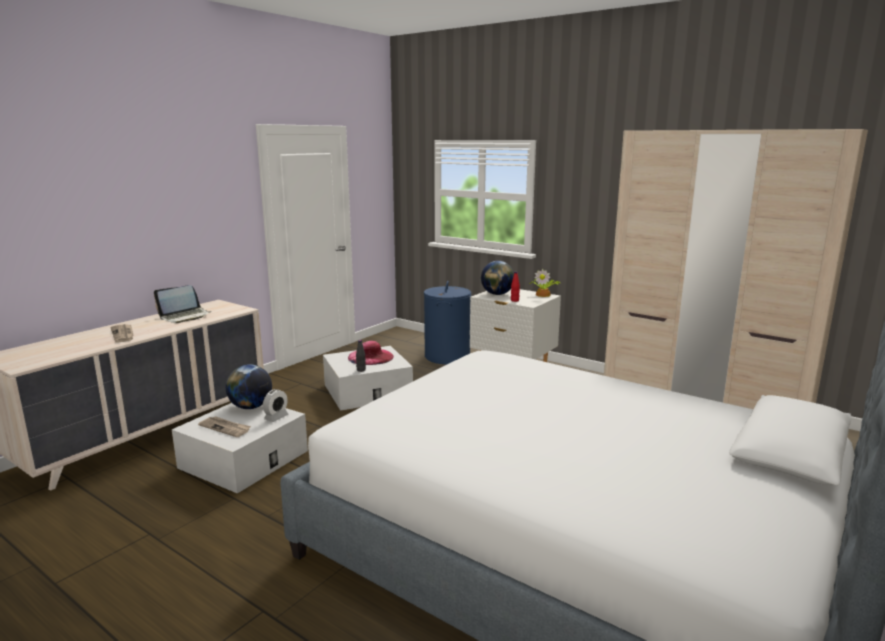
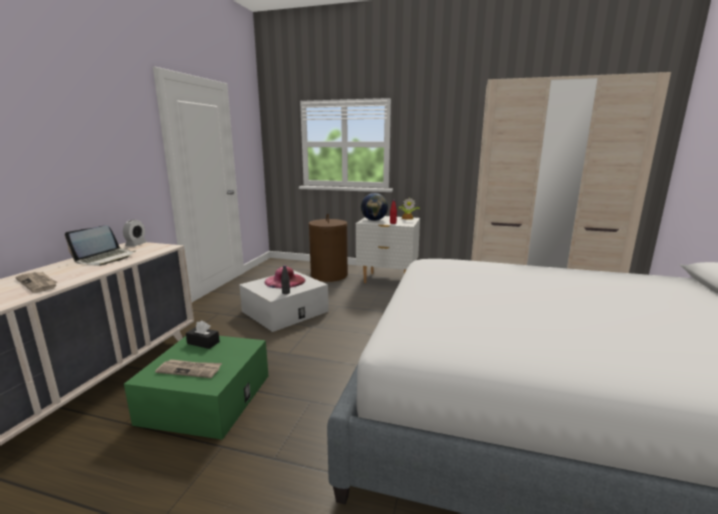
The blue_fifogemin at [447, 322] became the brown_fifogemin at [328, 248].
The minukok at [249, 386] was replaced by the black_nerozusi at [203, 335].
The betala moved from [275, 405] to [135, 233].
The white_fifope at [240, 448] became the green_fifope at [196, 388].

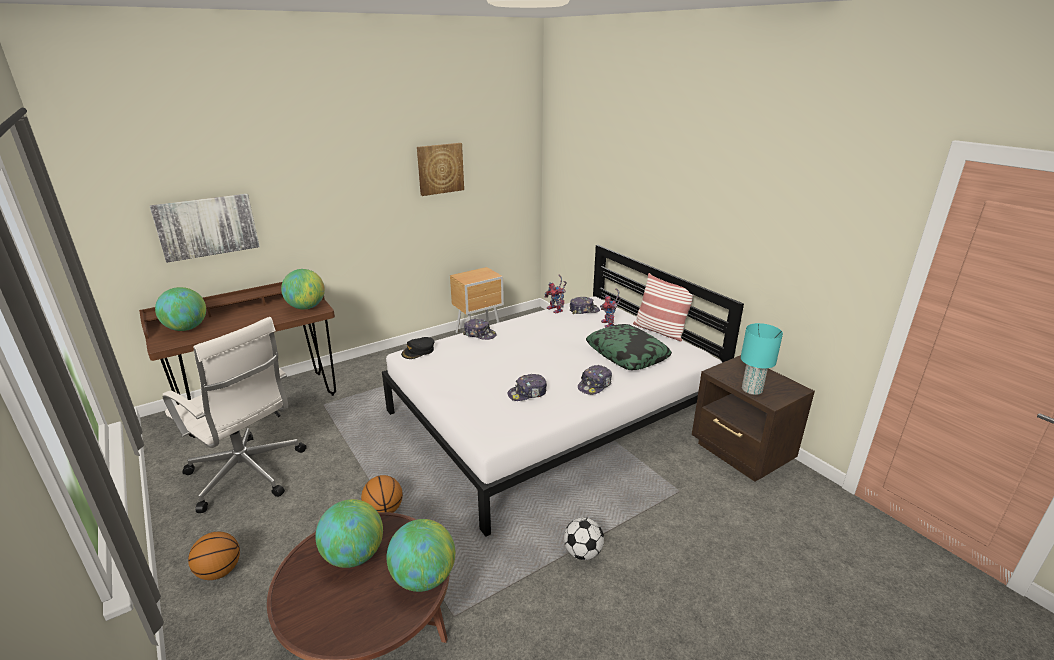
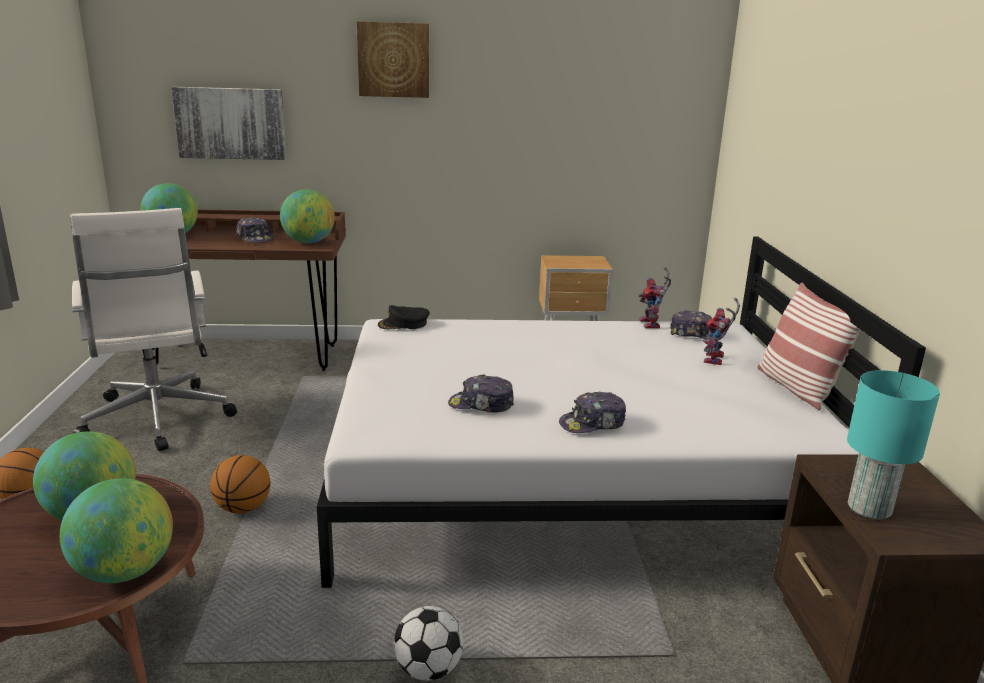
The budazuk moved from [440, 169] to [392, 59].
The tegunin moved from [480, 329] to [254, 230].
The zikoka at [629, 347] disappeared.

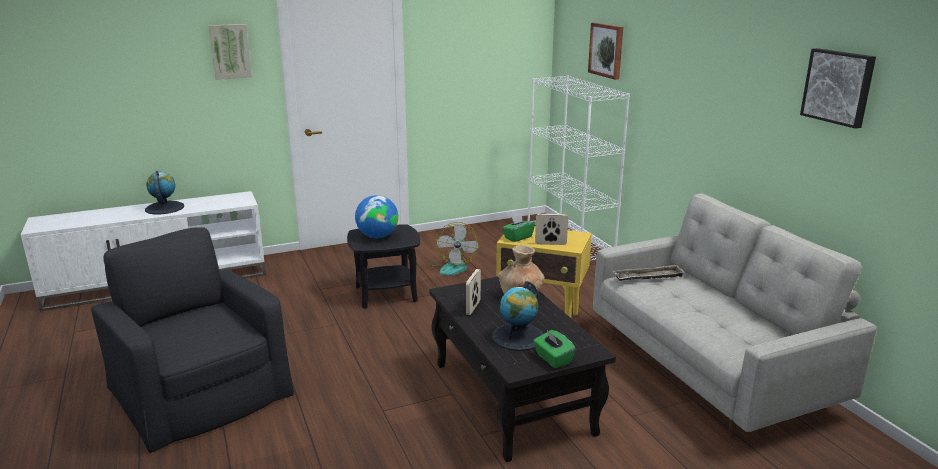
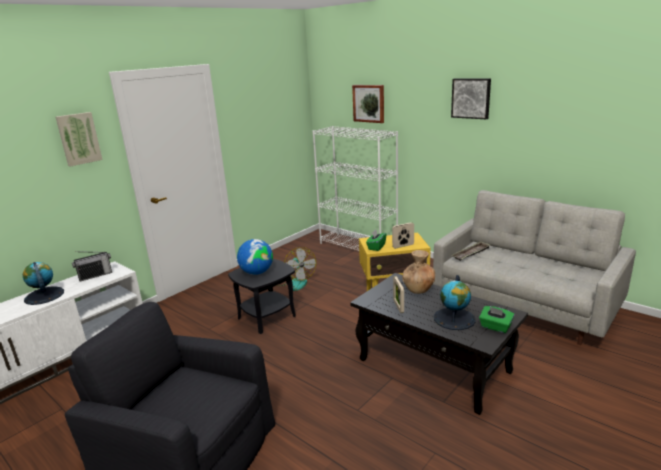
The budazuk moved from [838, 88] to [471, 98].
The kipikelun at [92, 266] appeared.

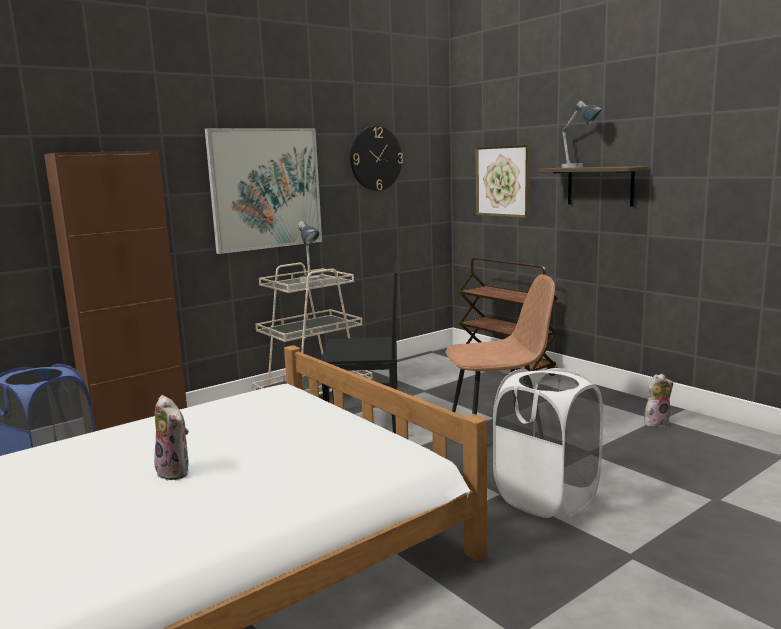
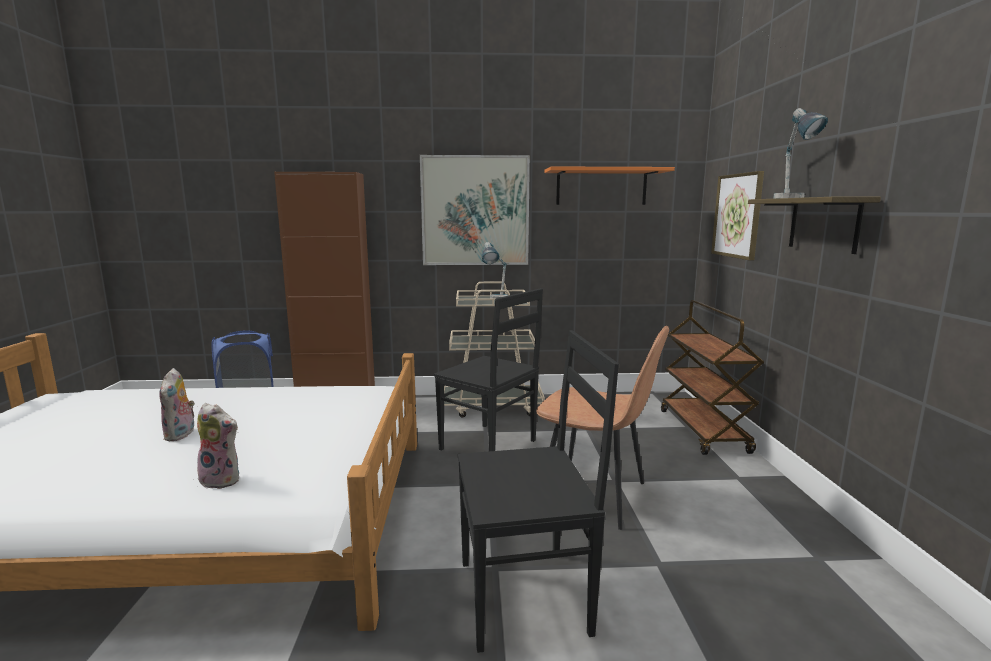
The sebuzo at [376, 158] was replaced by the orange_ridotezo at [609, 185].
The white_fifogemin at [548, 443] was replaced by the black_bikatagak at [538, 491].
The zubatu moved from [658, 400] to [216, 446].

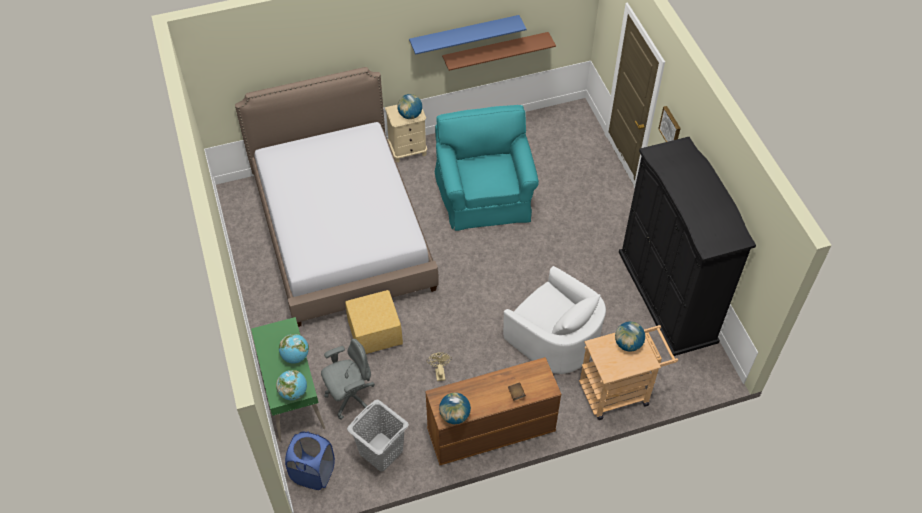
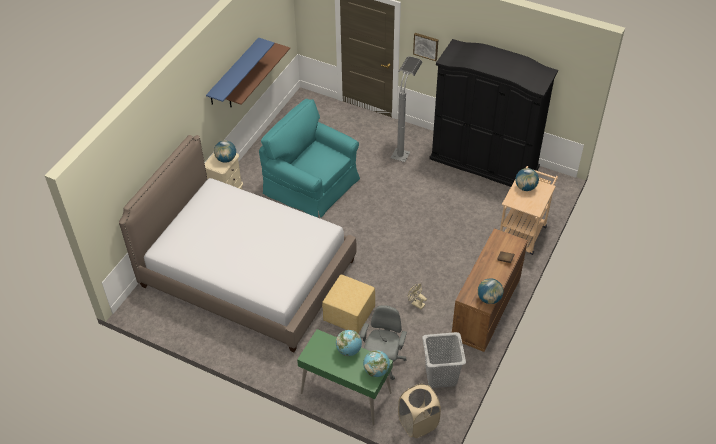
The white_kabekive at [554, 320] disappeared.
The blue_fifogemin at [310, 461] became the beige_fifogemin at [419, 411].
The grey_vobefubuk at [406, 109] appeared.

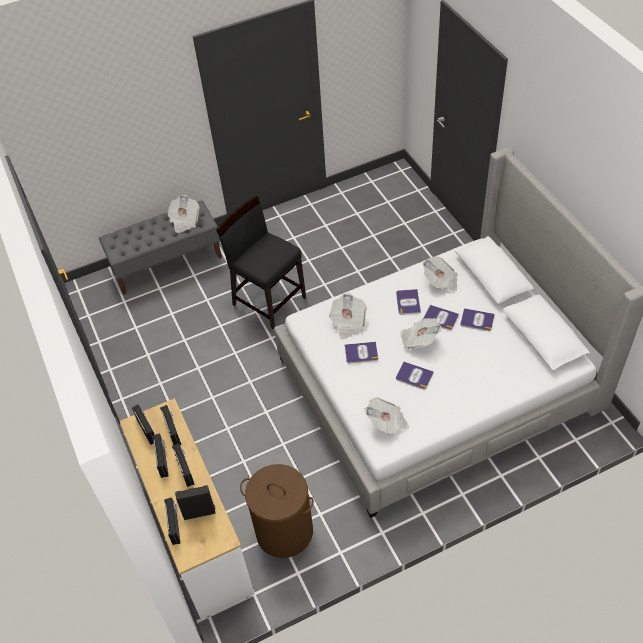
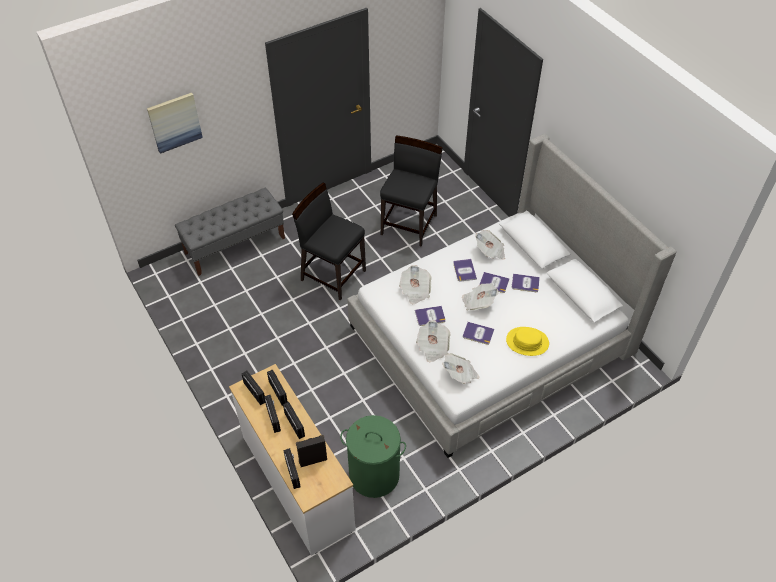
The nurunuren moved from [183, 214] to [433, 341].
The brown_fifogemin at [277, 511] became the green_fifogemin at [373, 456].
The budazuk at [175, 123] appeared.
The black_bikatagak at [411, 191] appeared.
The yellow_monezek at [527, 341] appeared.

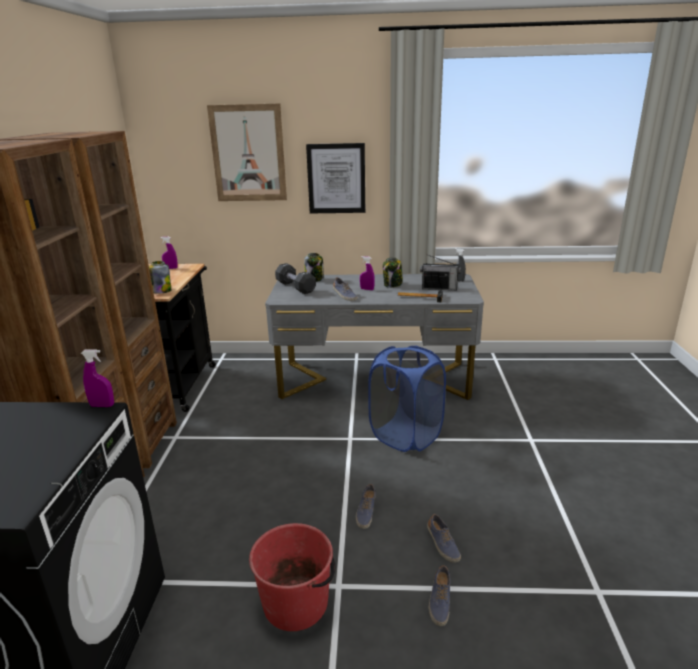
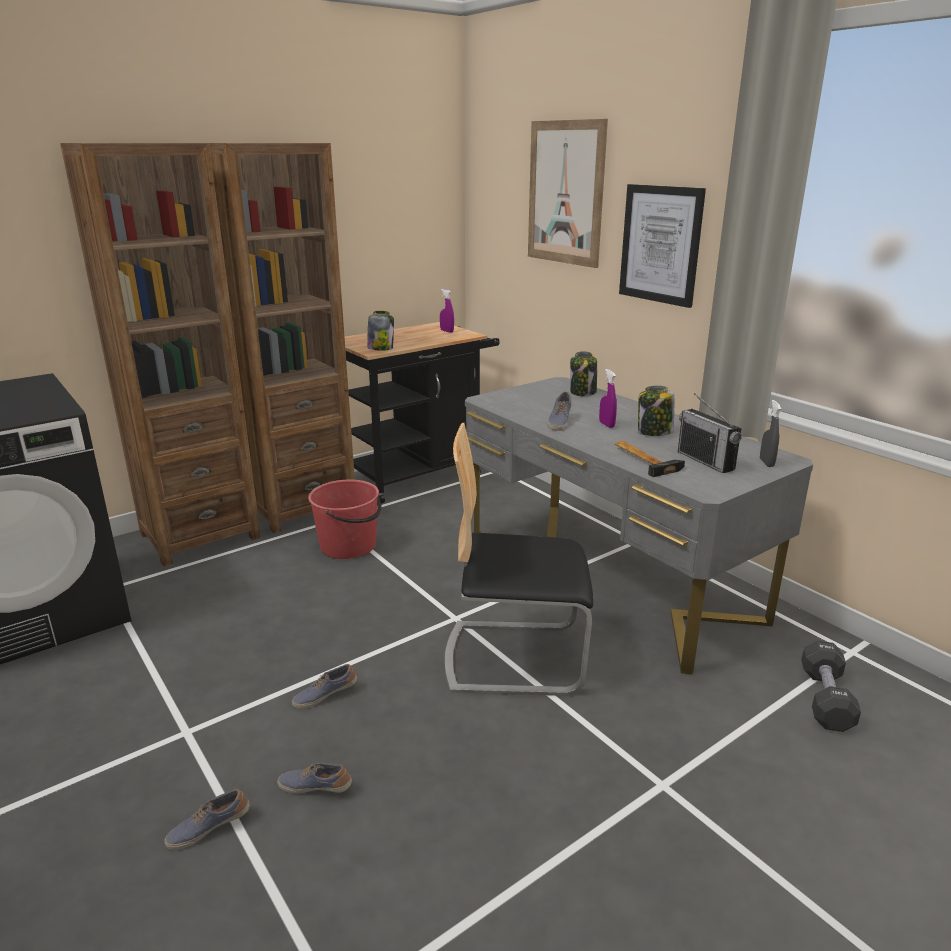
The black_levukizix moved from [295, 278] to [831, 686].
The blue_fifogemin at [407, 398] was replaced by the bikatagak at [519, 559].
The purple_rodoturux at [97, 378] disappeared.
The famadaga at [444, 538] turned 75 degrees clockwise.
The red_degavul moved from [292, 577] to [344, 519].

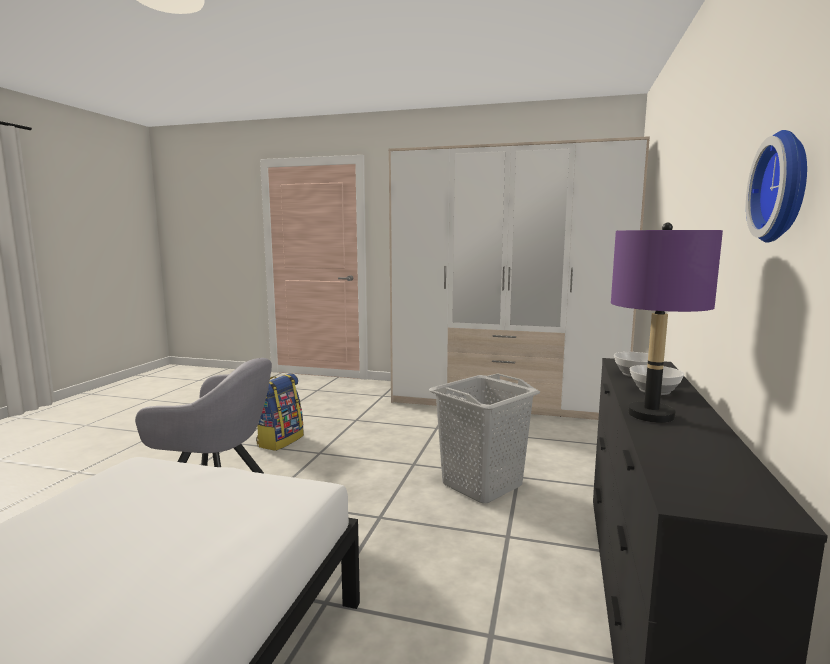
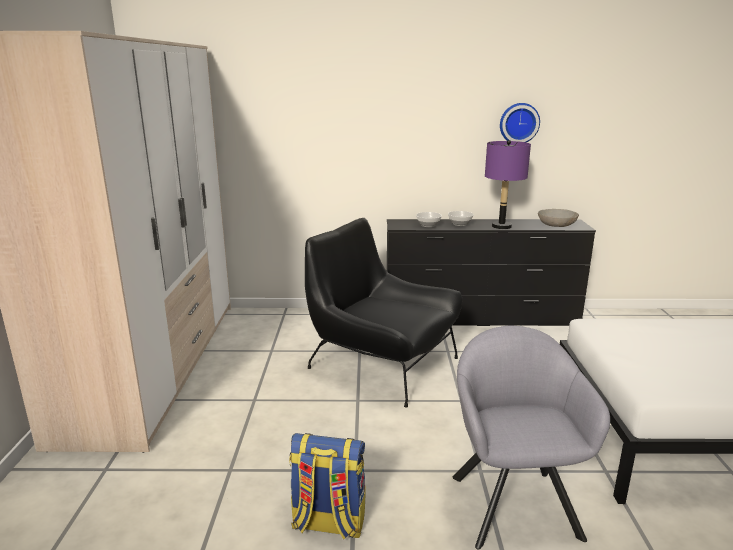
The grey_fifogemin at [484, 438] was replaced by the black_kabekive at [383, 313].
The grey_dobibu at [558, 218] appeared.

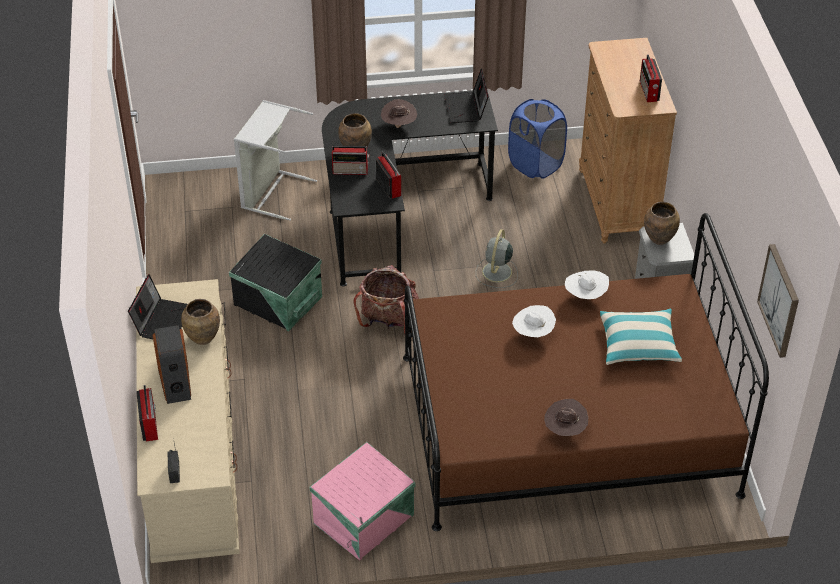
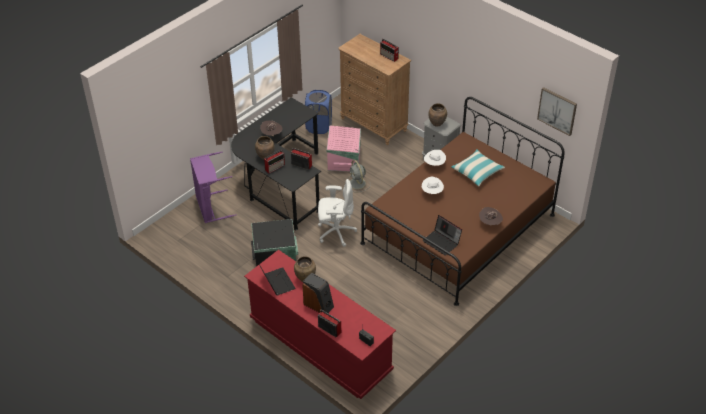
The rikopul moved from [466, 95] to [442, 235].
The grey_fifogemin at [275, 160] became the purple_fifogemin at [213, 187].
The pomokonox at [386, 299] was replaced by the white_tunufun at [337, 213].
The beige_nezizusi at [188, 421] became the red_nezizusi at [320, 324].
The pink_fifope moved from [362, 501] to [344, 148].

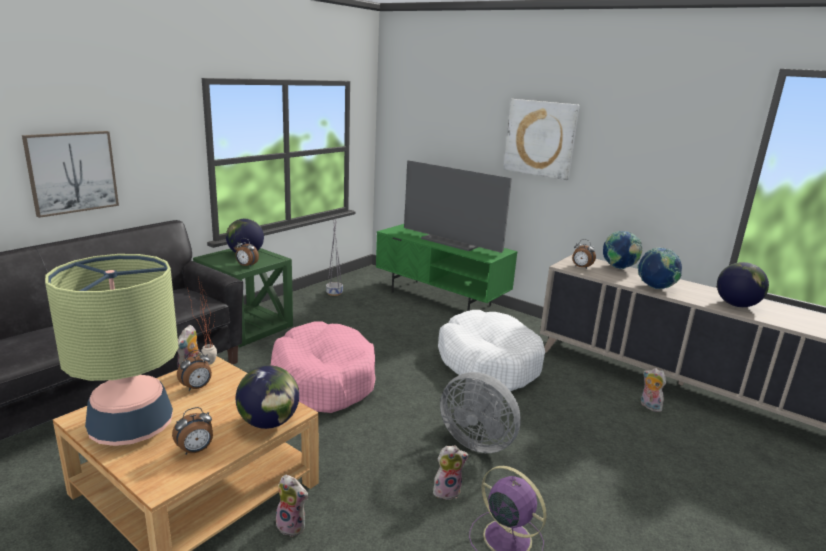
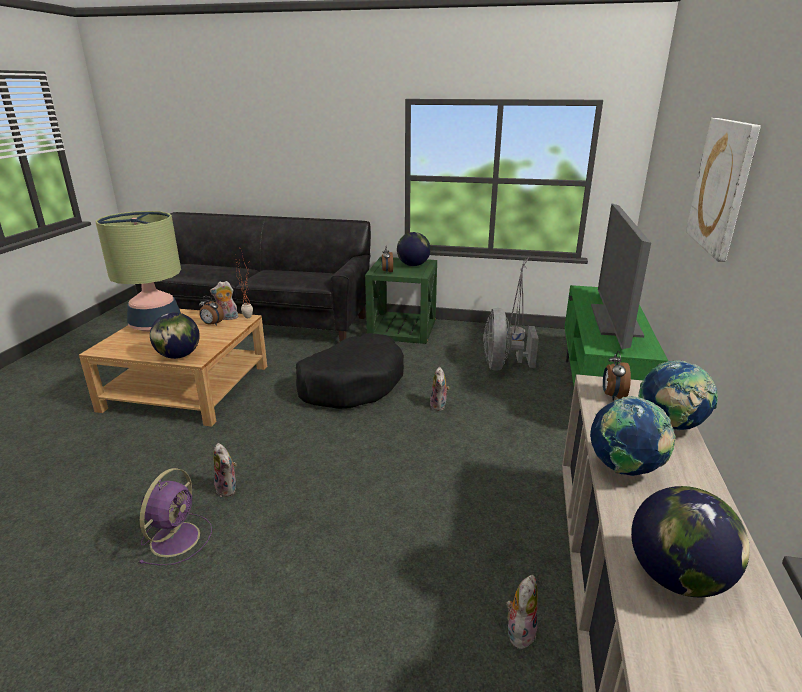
The budazuk at [70, 174] disappeared.
The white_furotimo at [491, 350] disappeared.
The pink_furotimo at [323, 367] became the black_furotimo at [350, 371].
The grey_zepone moved from [480, 412] to [511, 339].
The betala at [192, 431] disappeared.
The zubatu moved from [292, 506] to [440, 389].

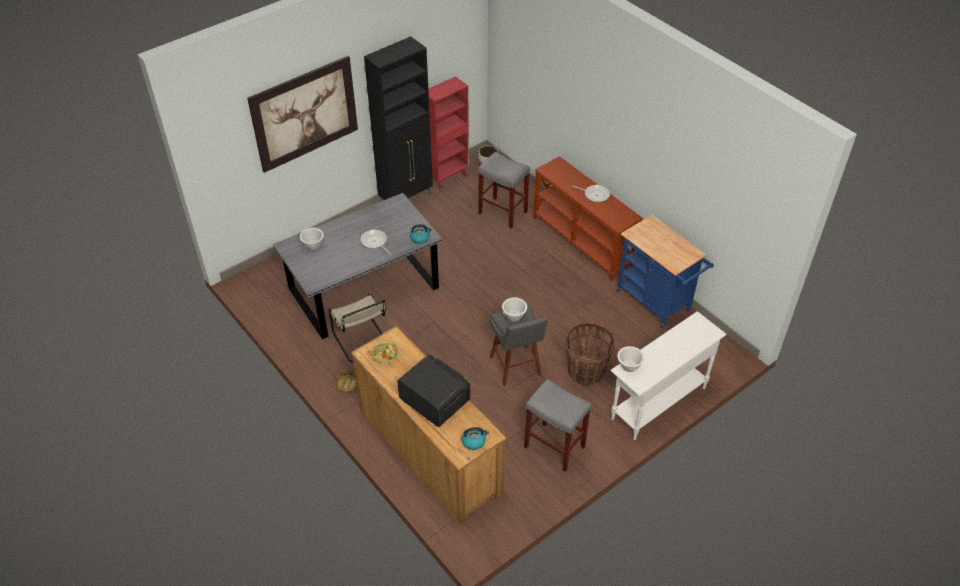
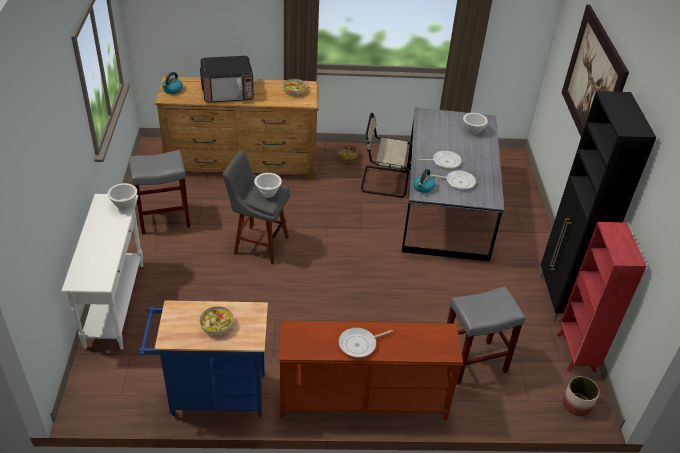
The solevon at [590, 354] disappeared.
The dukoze at [453, 180] appeared.
The dobibu at [217, 320] appeared.

